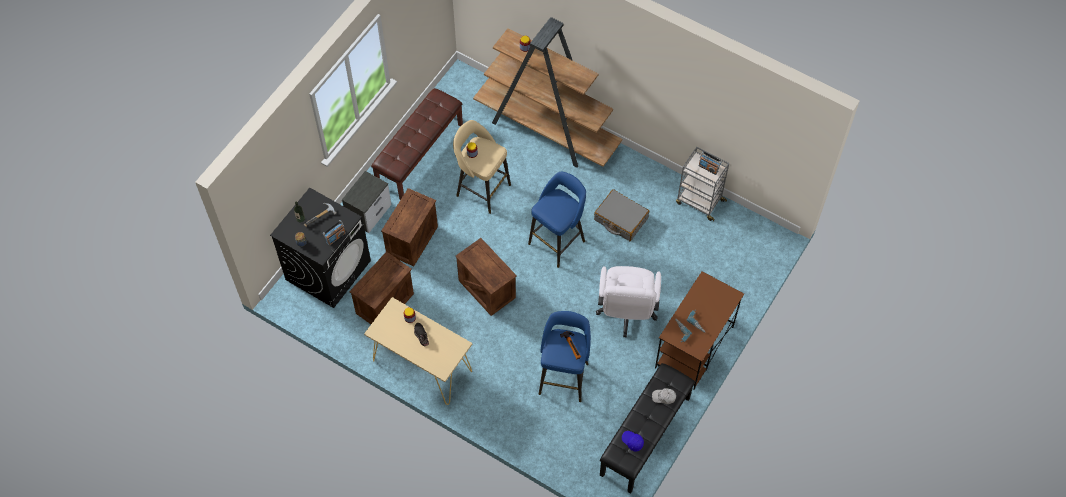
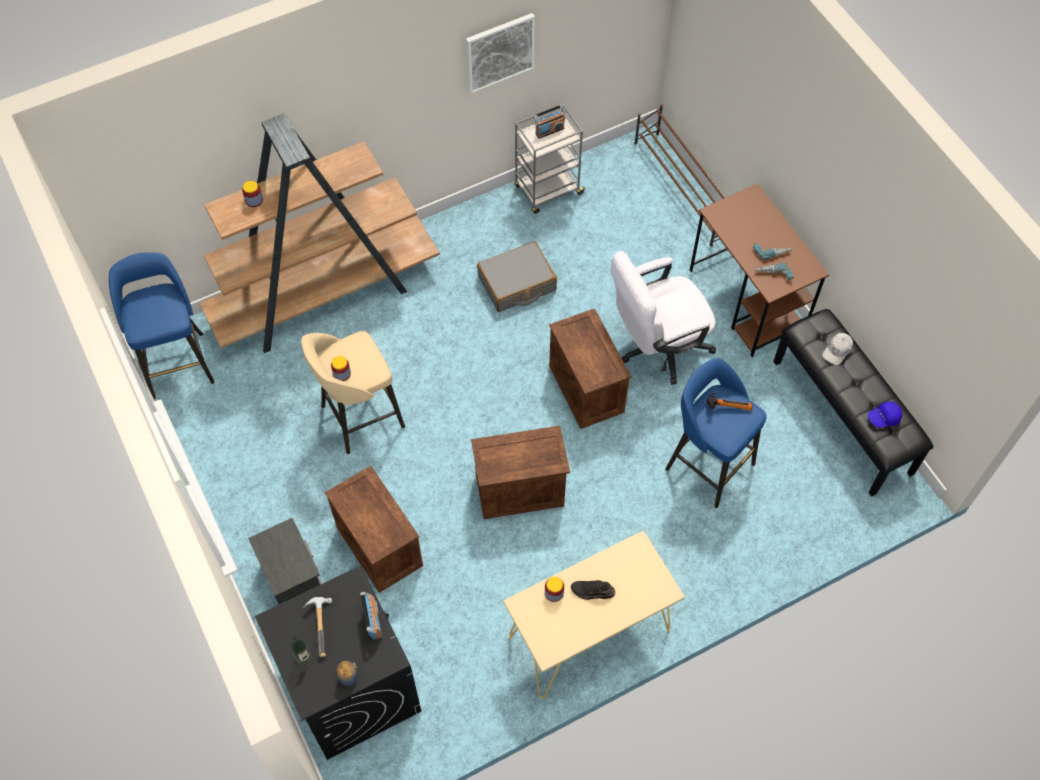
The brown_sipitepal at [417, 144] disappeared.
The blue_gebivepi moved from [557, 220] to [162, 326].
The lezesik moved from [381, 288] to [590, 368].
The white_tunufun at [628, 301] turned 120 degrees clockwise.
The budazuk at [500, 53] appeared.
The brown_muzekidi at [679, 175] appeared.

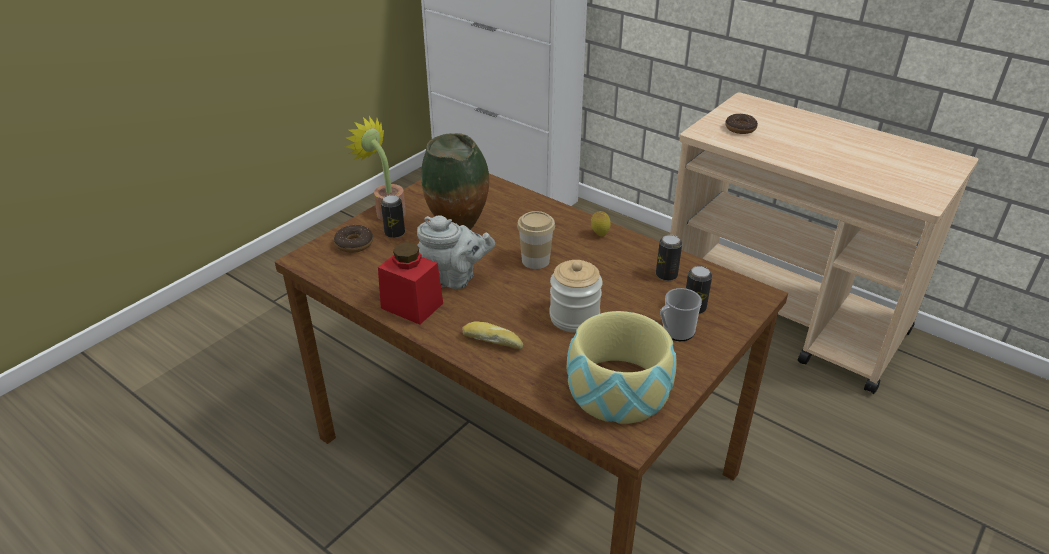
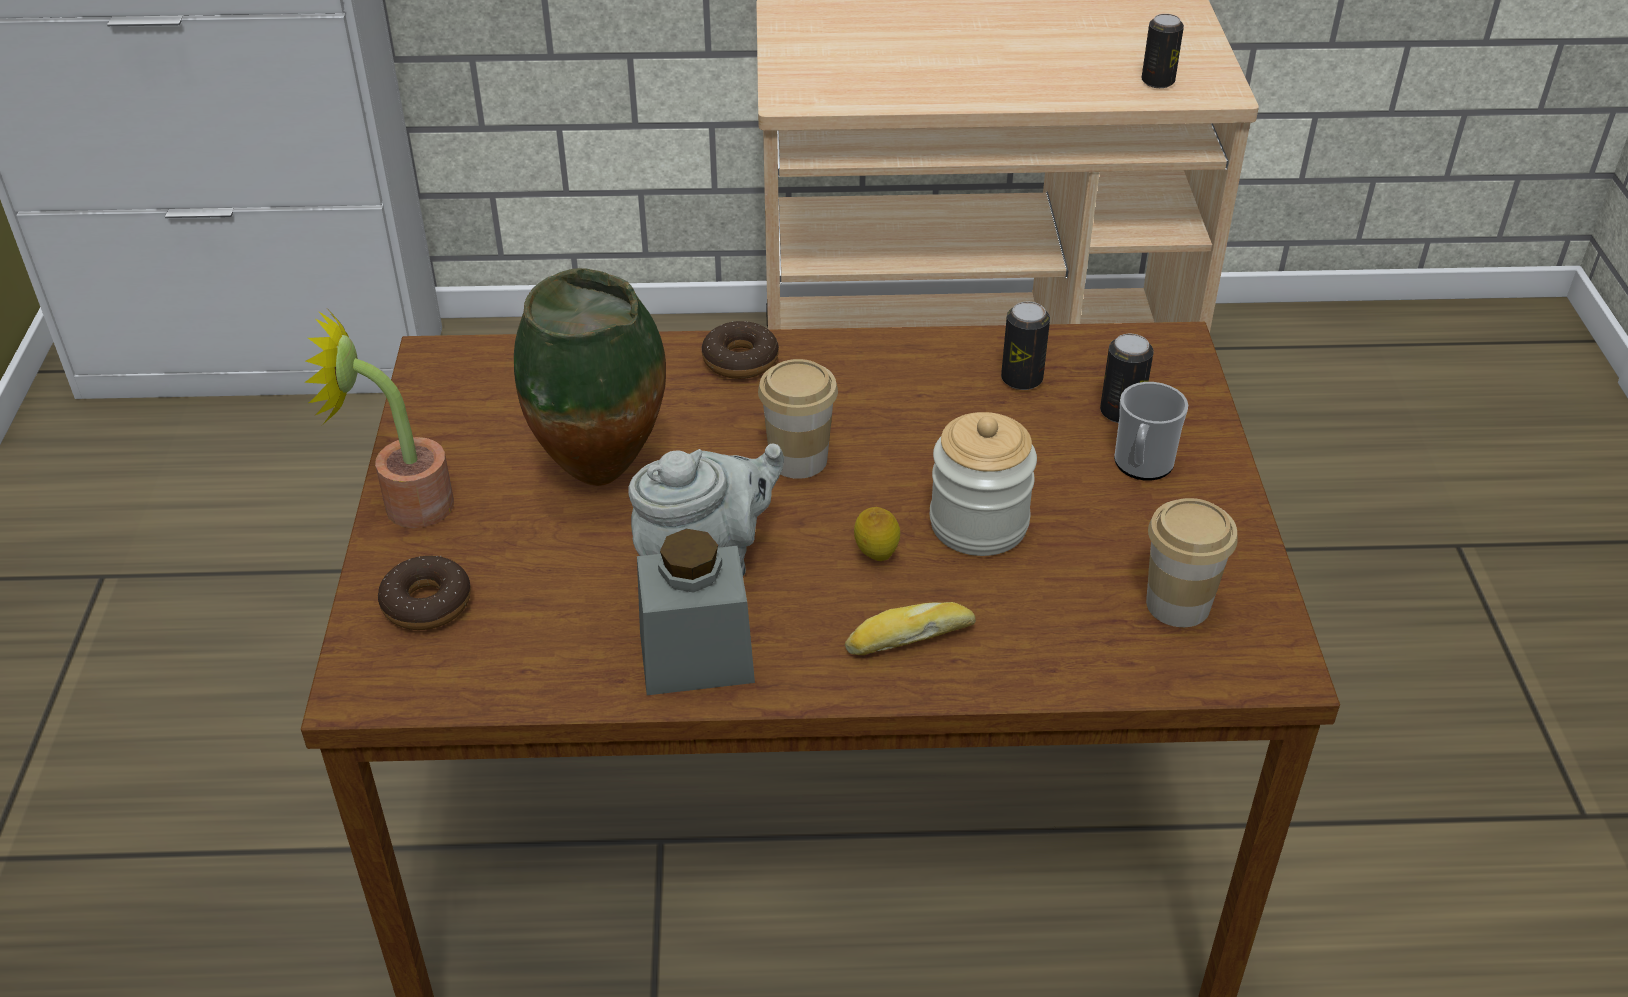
The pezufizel moved from [741, 124] to [740, 350].
The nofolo moved from [393, 216] to [1162, 51].
The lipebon moved from [601, 224] to [877, 534].
The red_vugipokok at [410, 283] became the grey_vugipokok at [696, 612].
The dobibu at [621, 367] was replaced by the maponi at [1191, 562].

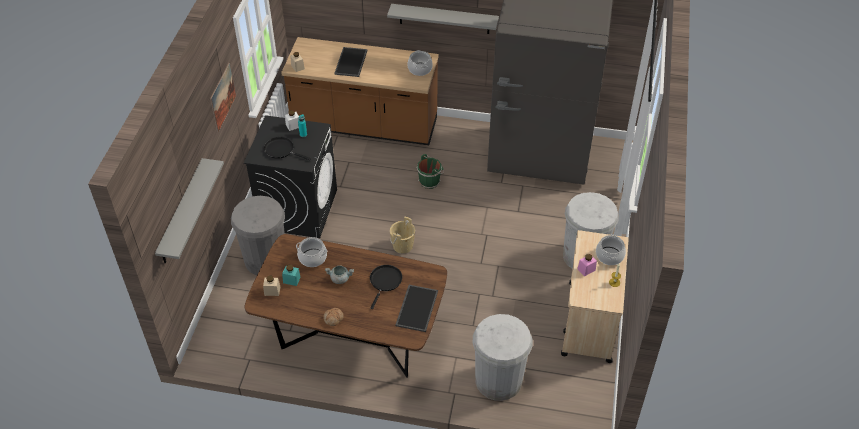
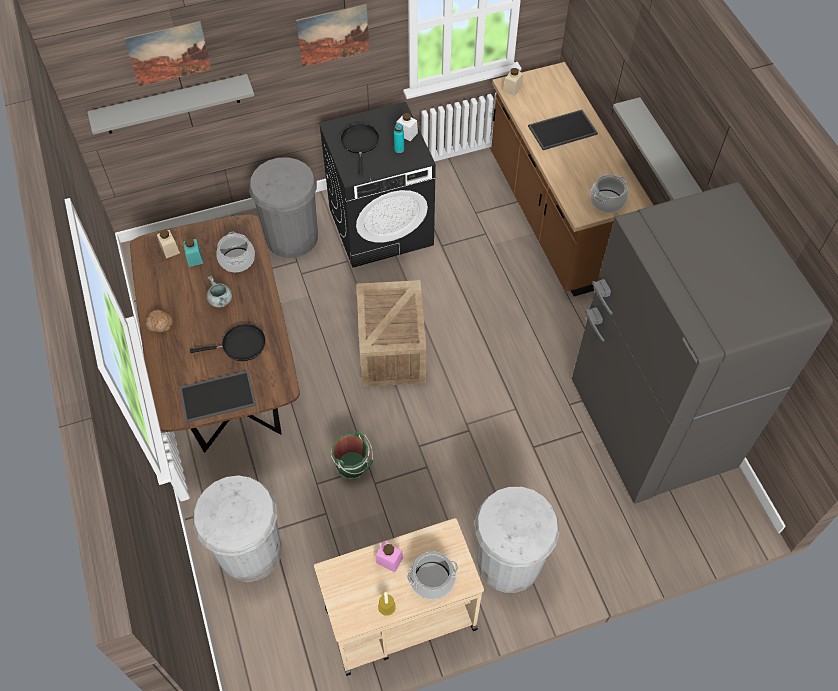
The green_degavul moved from [430, 171] to [352, 455].
The beige_degavul at [402, 235] was replaced by the lezesik at [391, 333].
The budazuk at [168, 53] appeared.

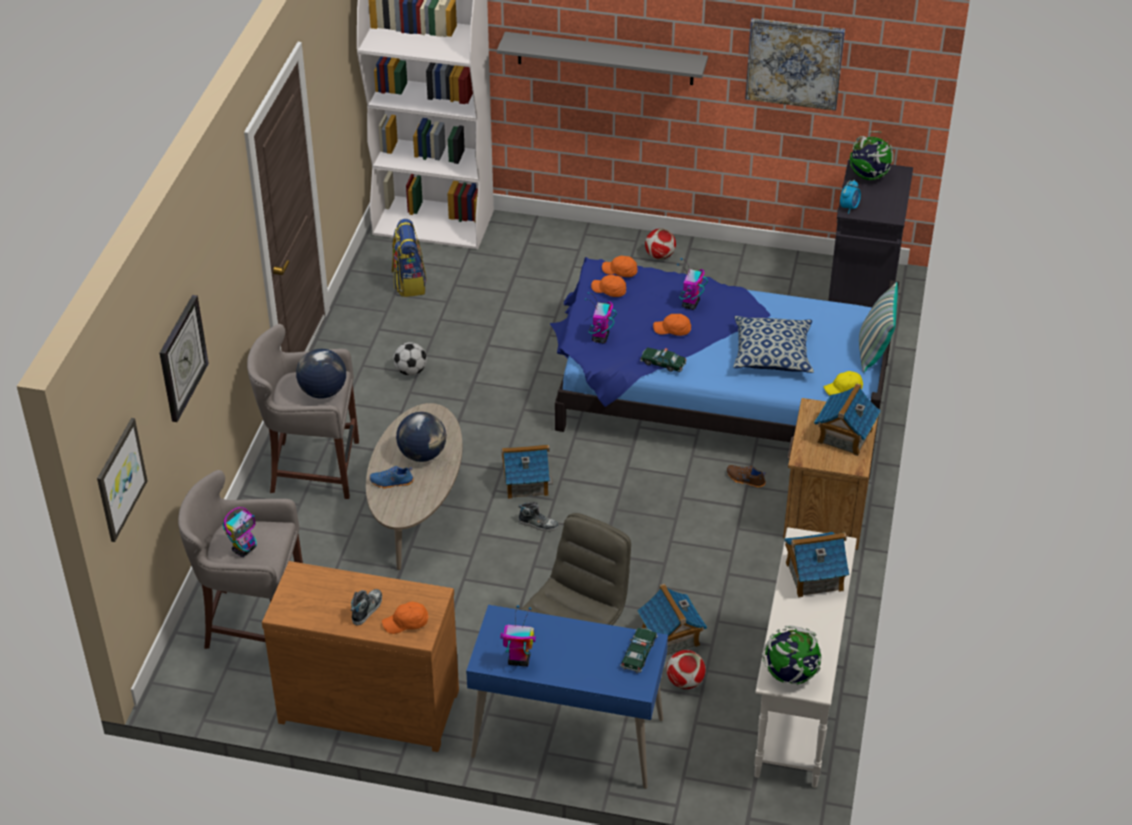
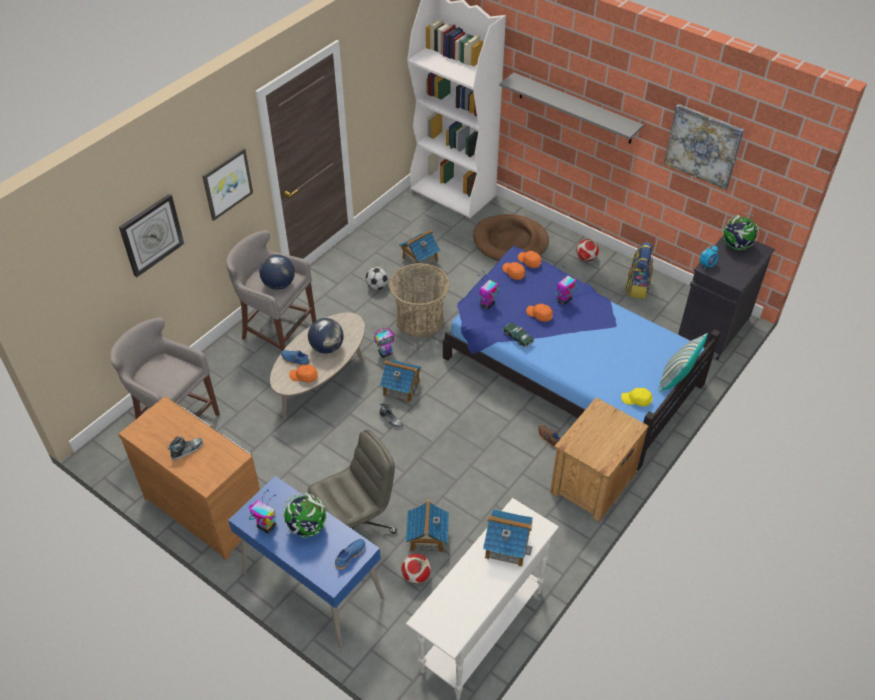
The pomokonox moved from [409, 258] to [639, 270].
The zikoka at [773, 344] disappeared.
The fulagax moved from [847, 419] to [419, 250].
The budazuk moved from [122, 480] to [227, 184].
The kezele moved from [240, 532] to [384, 343].
The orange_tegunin moved from [405, 618] to [303, 374].
The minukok moved from [792, 655] to [304, 515].
The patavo at [639, 650] was replaced by the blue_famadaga at [350, 554].
The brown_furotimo at [511, 237] appeared.
The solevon at [419, 300] appeared.

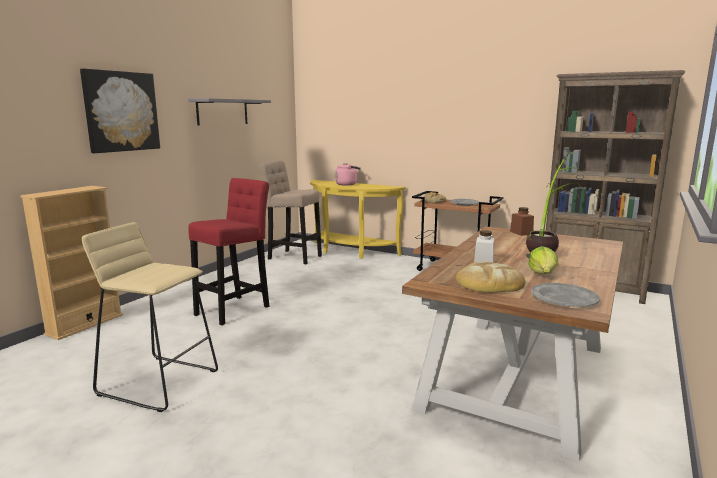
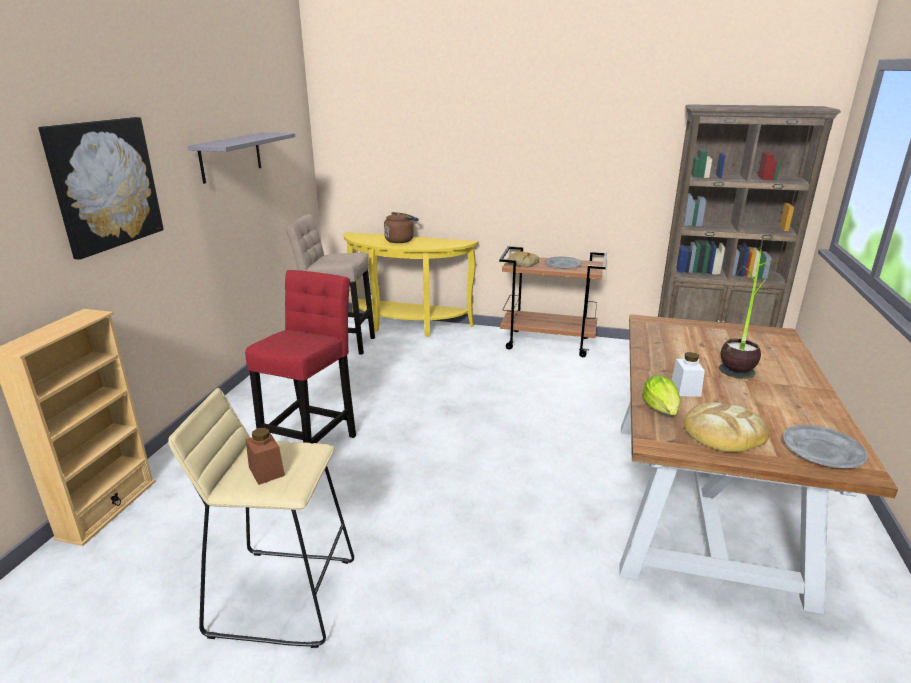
The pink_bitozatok at [348, 174] became the brown_bitozatok at [401, 227].
The brown_vugipokok moved from [522, 221] to [265, 456].
The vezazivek moved from [543, 260] to [661, 395].

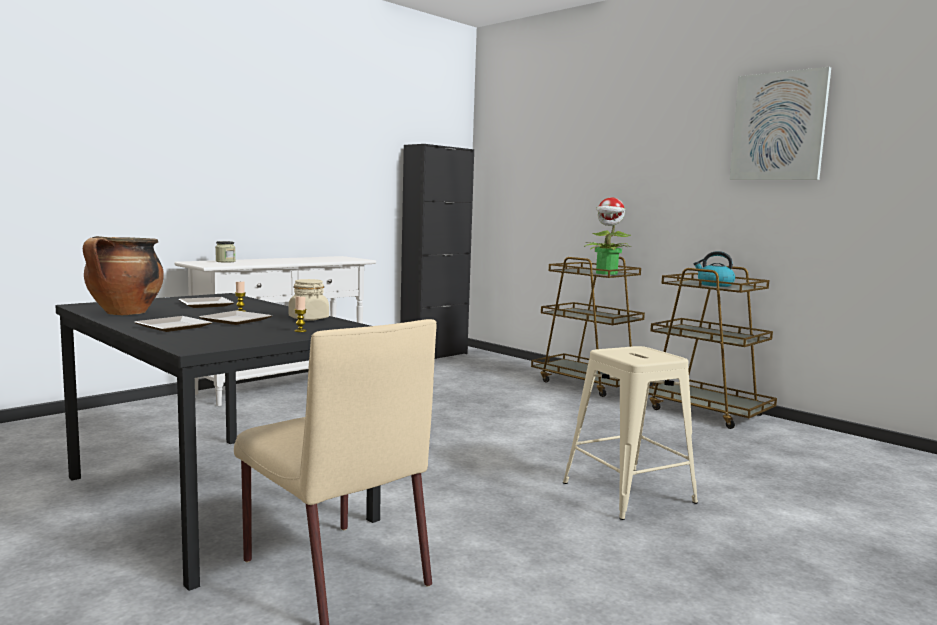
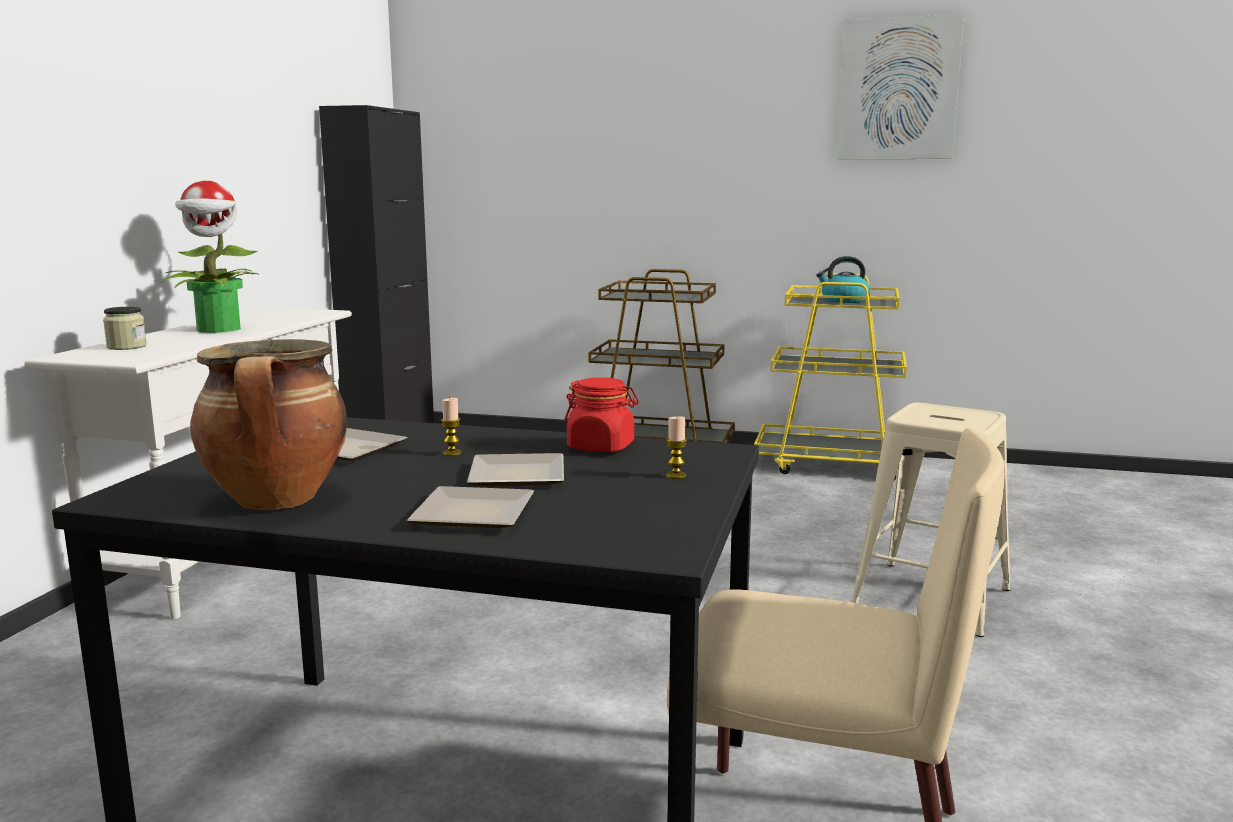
The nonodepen moved from [607, 236] to [210, 257].
The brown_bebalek at [712, 347] became the yellow_bebalek at [830, 377].
The beige_vugipokok at [309, 300] became the red_vugipokok at [602, 414].

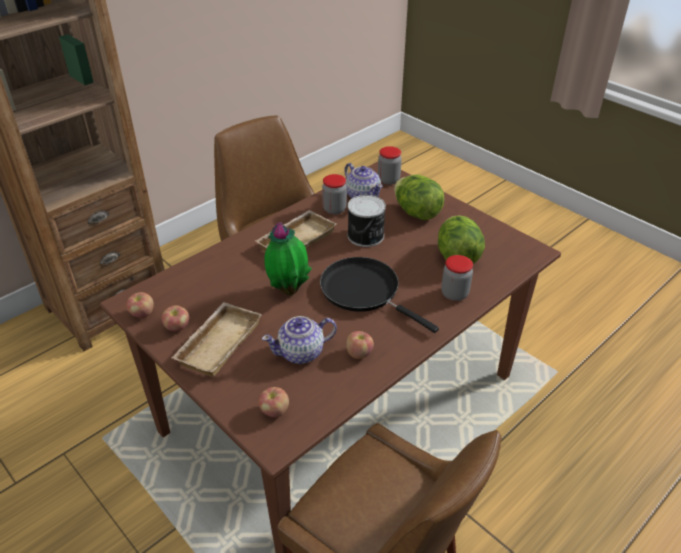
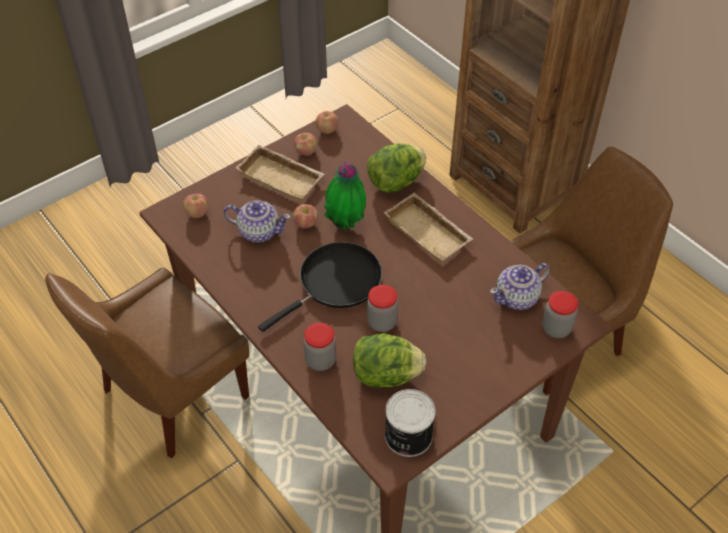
The vugipokok moved from [334, 194] to [382, 308].
The vezazivek moved from [419, 197] to [396, 167].
The nofolo moved from [367, 221] to [410, 423].
The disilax at [299, 340] turned 120 degrees clockwise.
The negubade moved from [360, 345] to [305, 216].

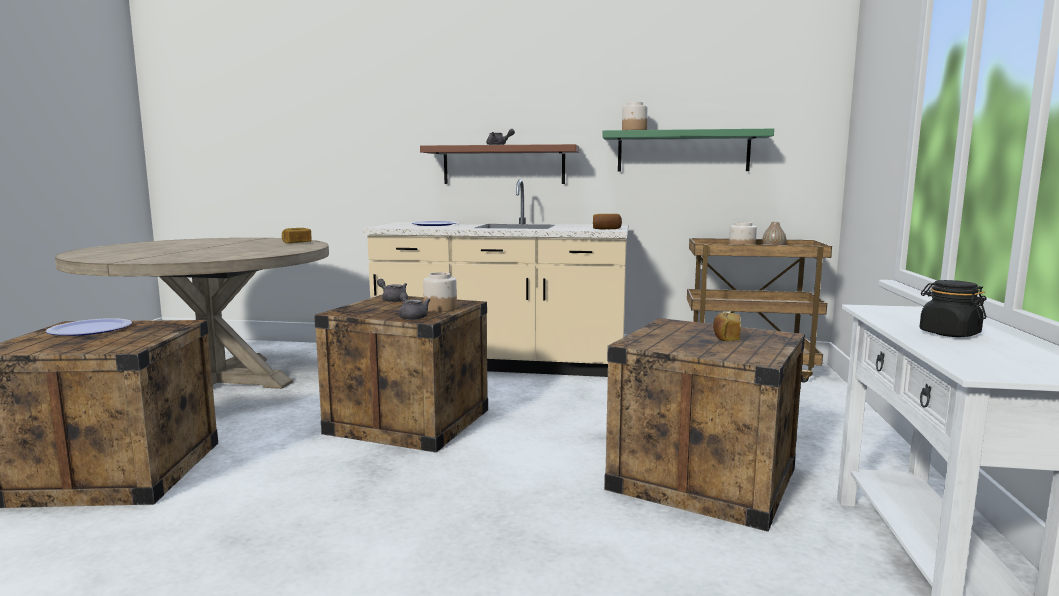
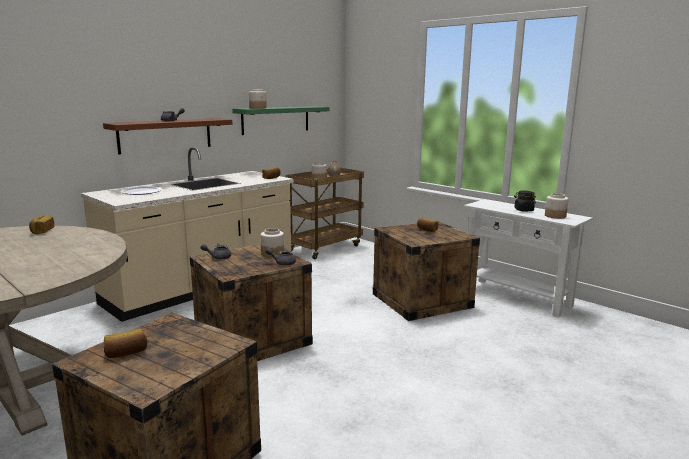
The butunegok at [89, 327] was replaced by the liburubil at [125, 343].
The vugipokok at [557, 206] appeared.

